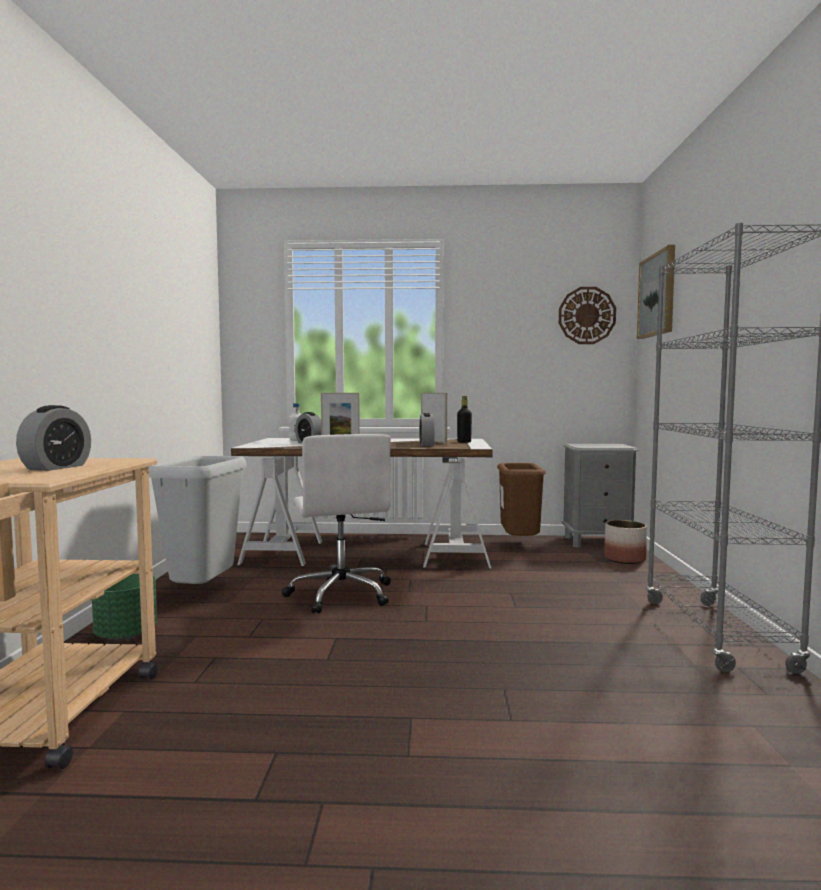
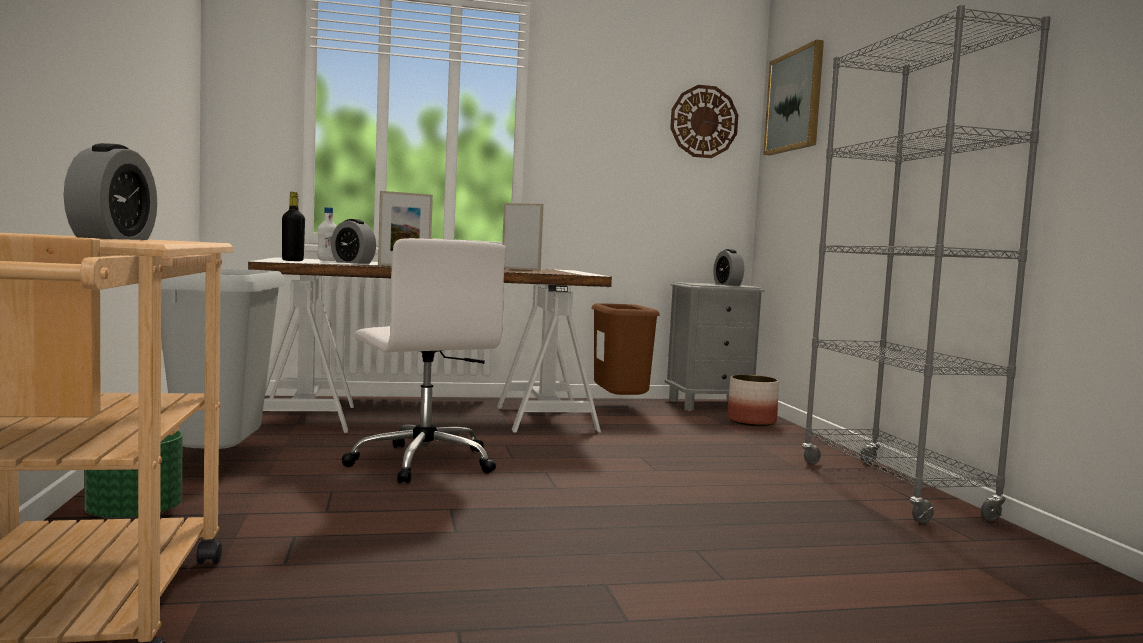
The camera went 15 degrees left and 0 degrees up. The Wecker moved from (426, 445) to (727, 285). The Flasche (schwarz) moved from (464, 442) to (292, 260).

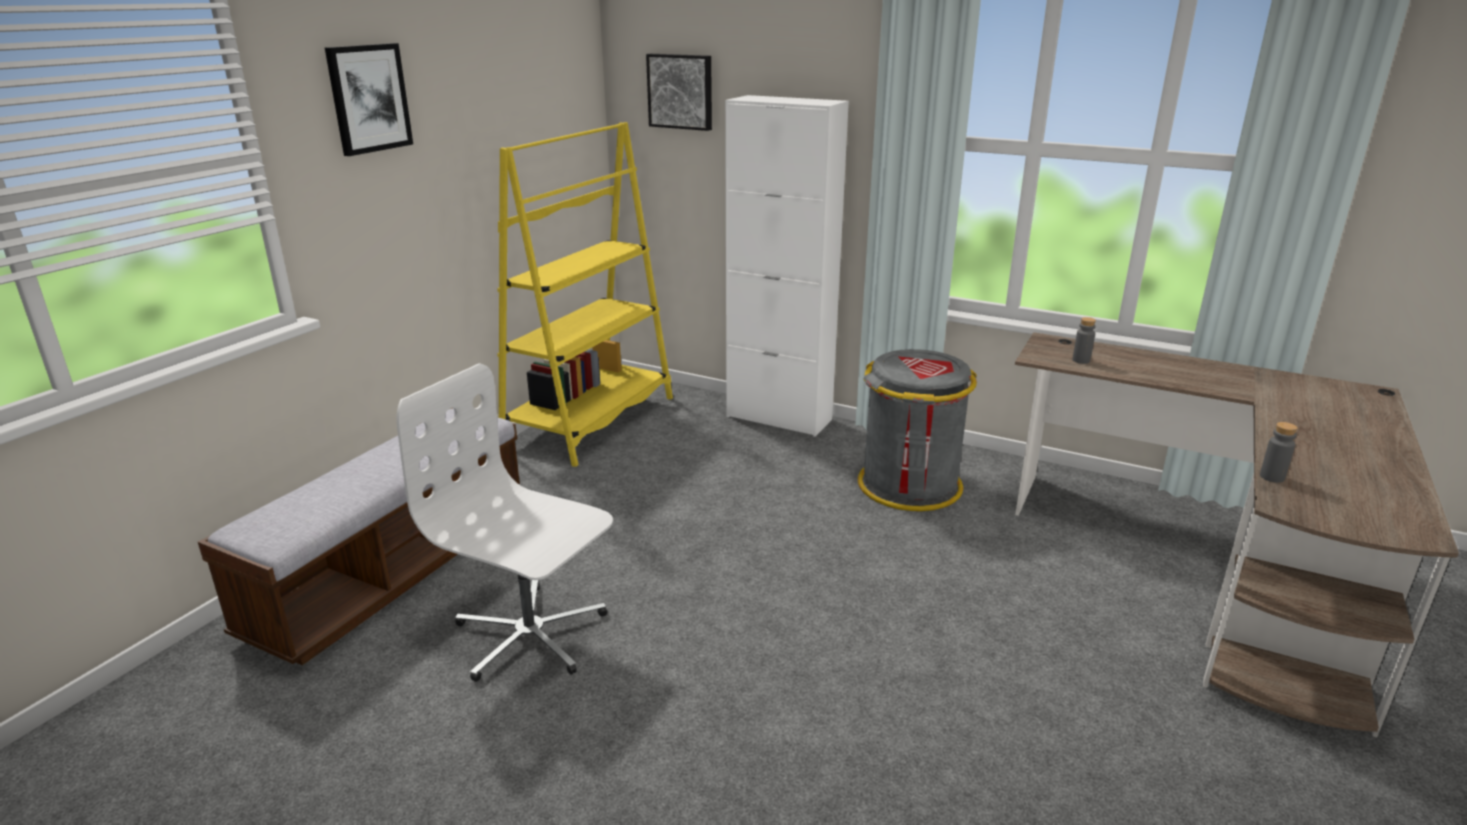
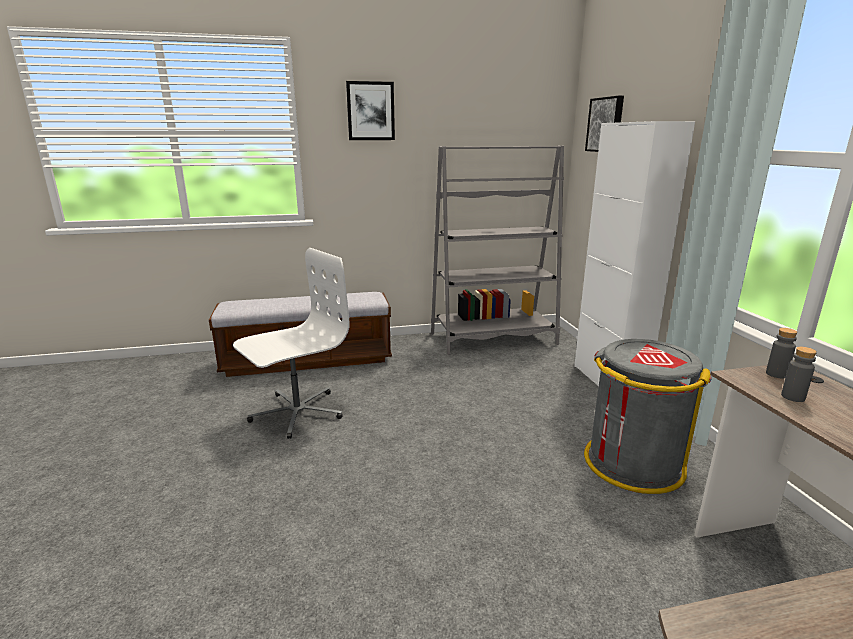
The camera went 50 degrees right and 5 degrees down. The Flasche (grau) moved from (1272, 477) to (776, 374). The Bücherregal (gelb) at (591, 422) became the Bücherregal (grau) at (493, 339). The Bürostuhl (weiß) at (530, 635) turned 60 degrees clockwise.

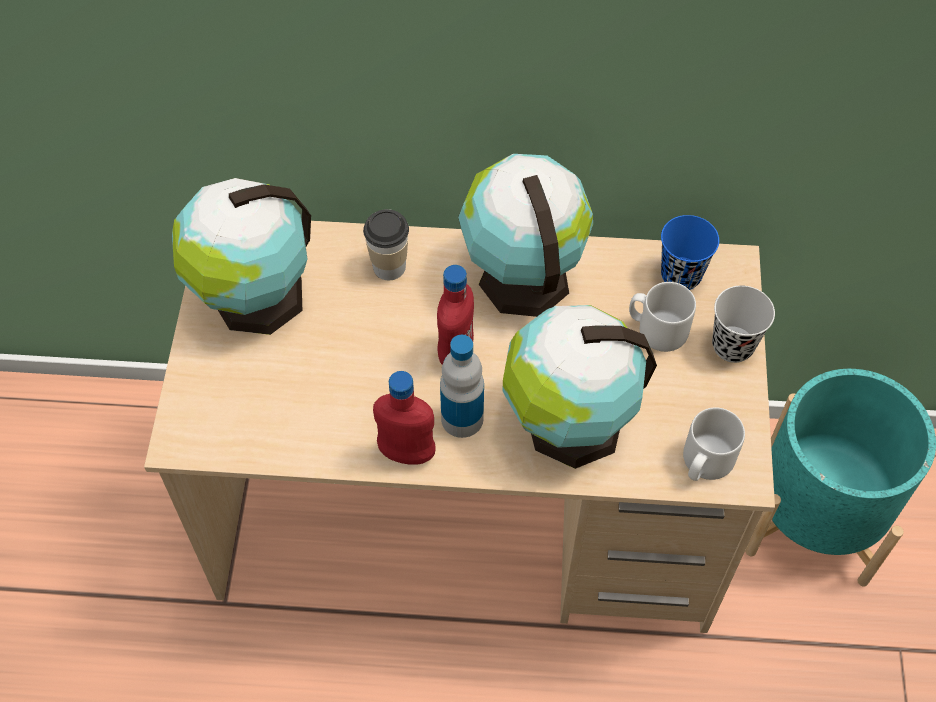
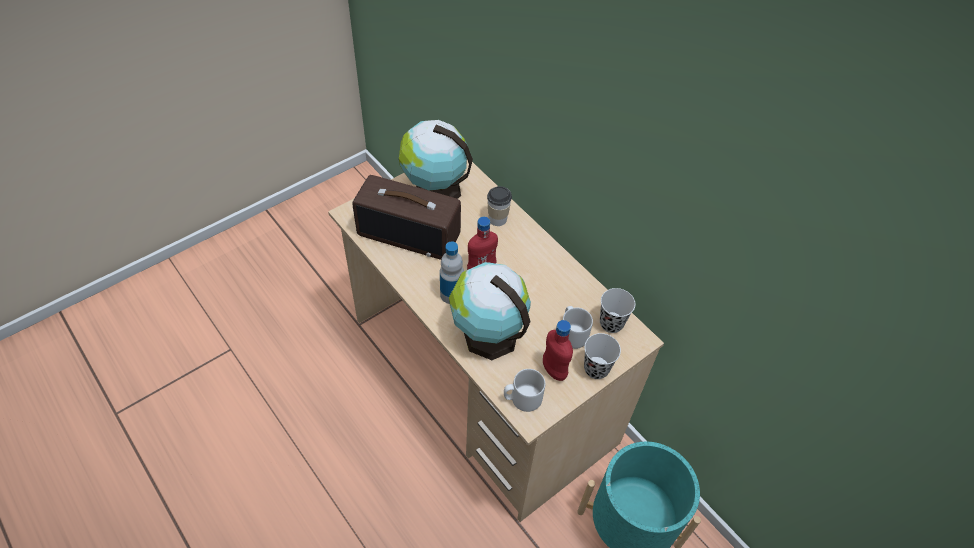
The camera went 45 degrees right and 5 degrees down. The Globus at (522, 276) disappeared. The Radio at (410, 234) appeared. The Flasche (rot) moved from (406, 453) to (554, 370). The Tasse (blau) at (681, 275) became the Tasse (schwarz) at (611, 323).

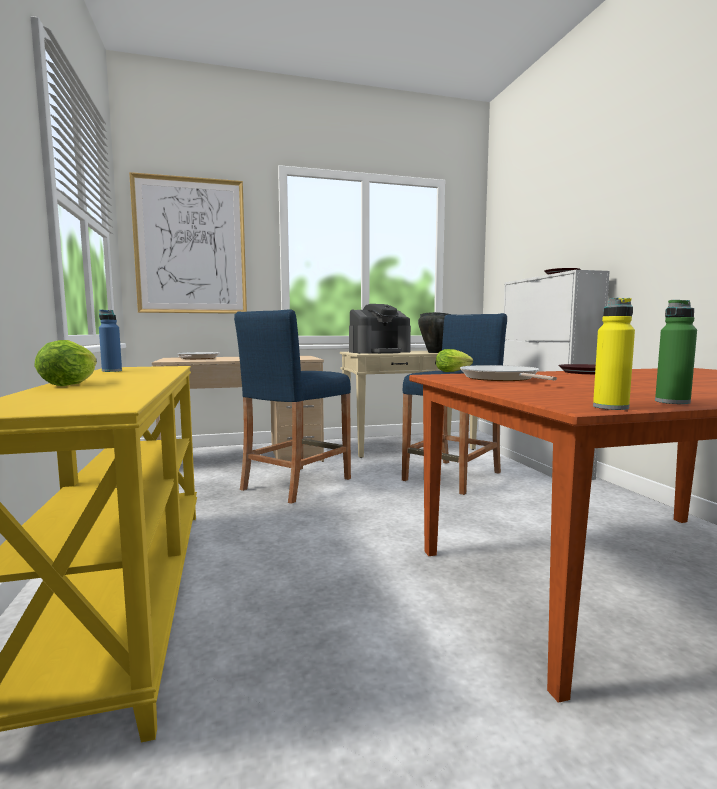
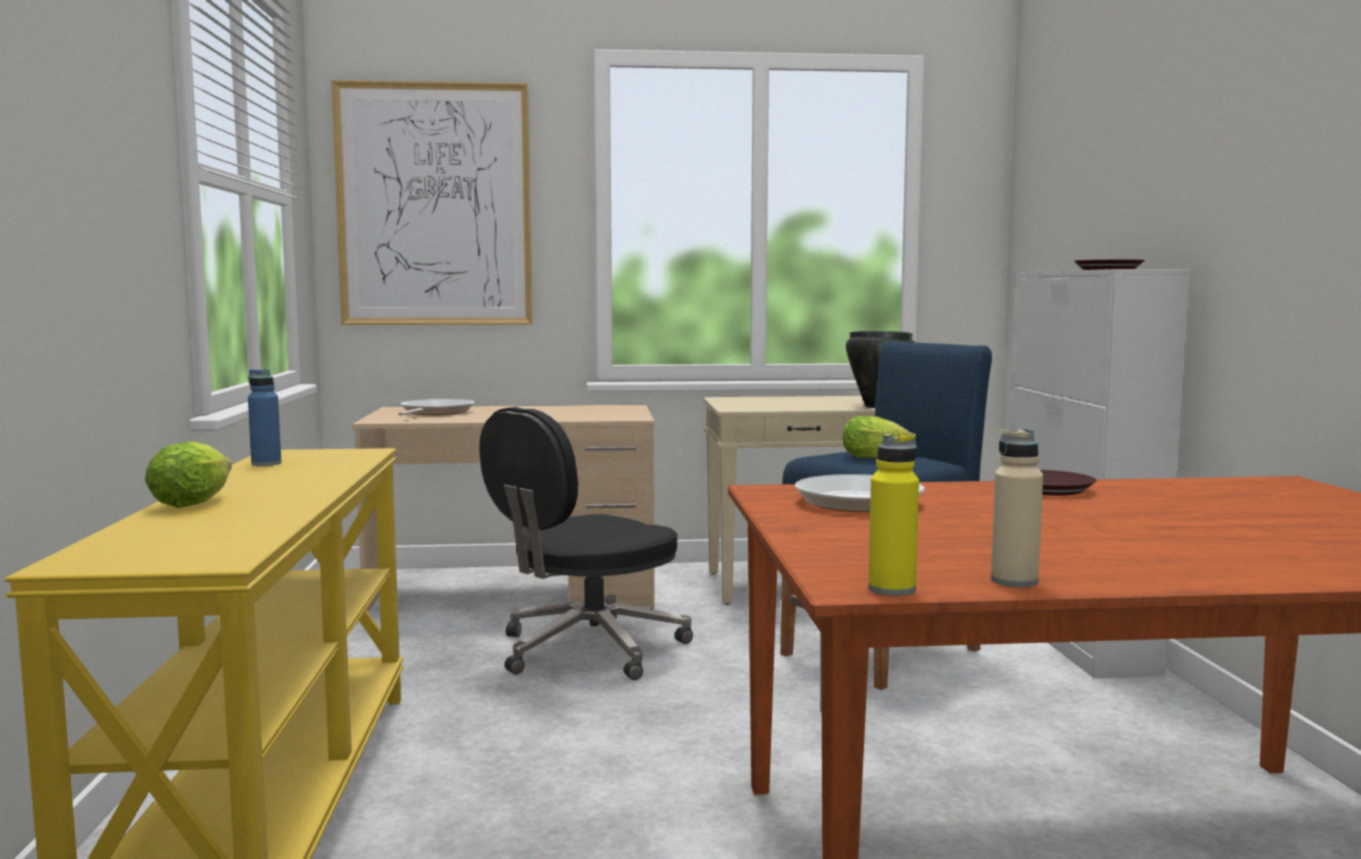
The camera went 10 degrees right and 0 degrees up. The Kaffeemaschine at (379, 352) disappeared. The Hocker (blau) at (296, 484) was replaced by the Bürostuhl (schwarz) at (588, 650). The Flasche (grün) at (672, 402) became the Flasche (beige) at (1014, 581).

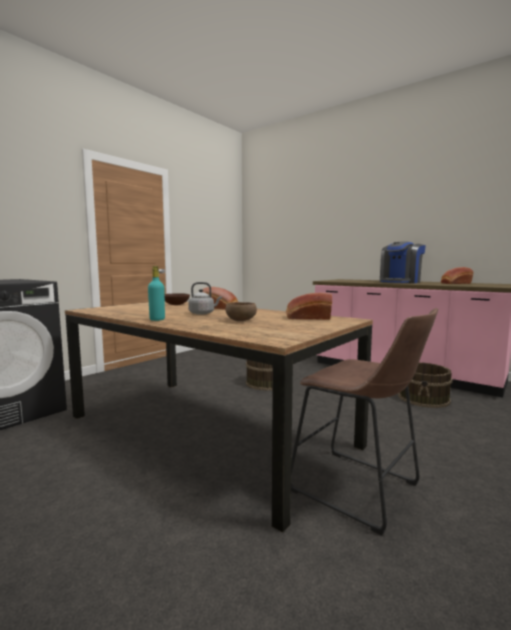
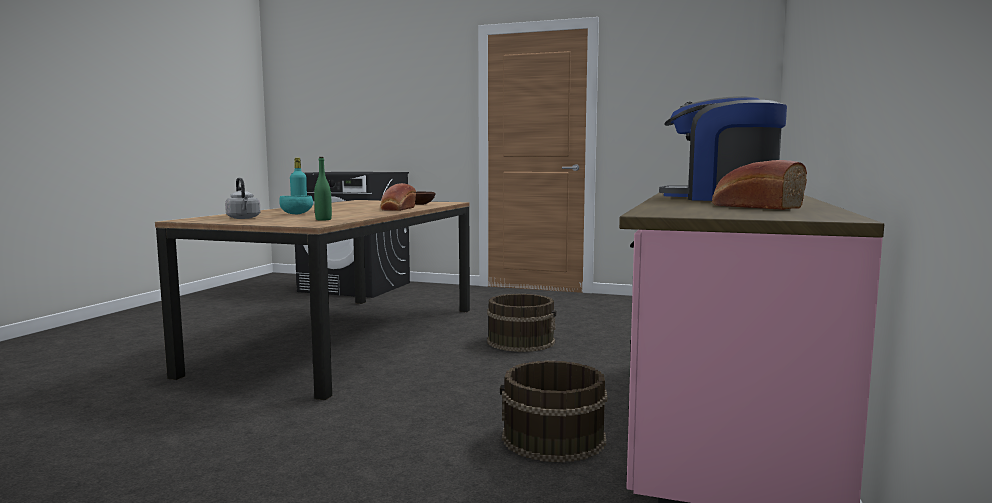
The camera went 70 degrees right and 0 degrees up. The Hocker (braun) at (360, 491) disappeared. The Wasserkessel (grau) moved from (203, 313) to (243, 218). The Brot at (307, 318) was replaced by the Flasche (grün) at (323, 219). The Schüssel (braun) at (240, 320) became the Schüssel (türkis) at (297, 214).

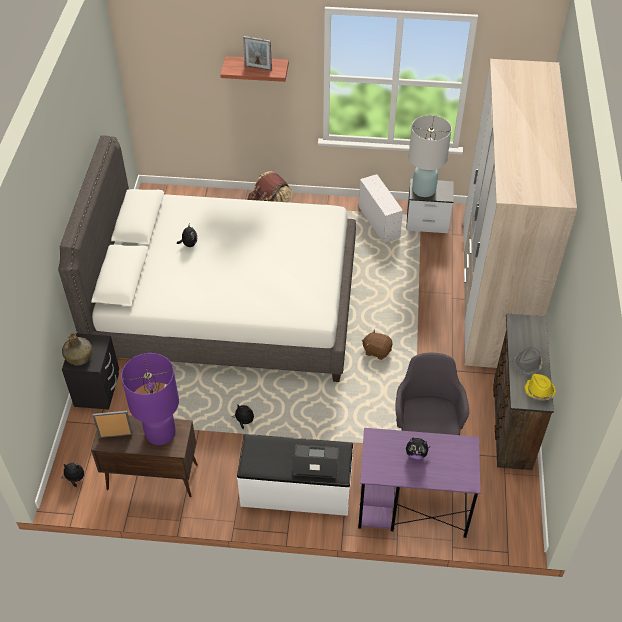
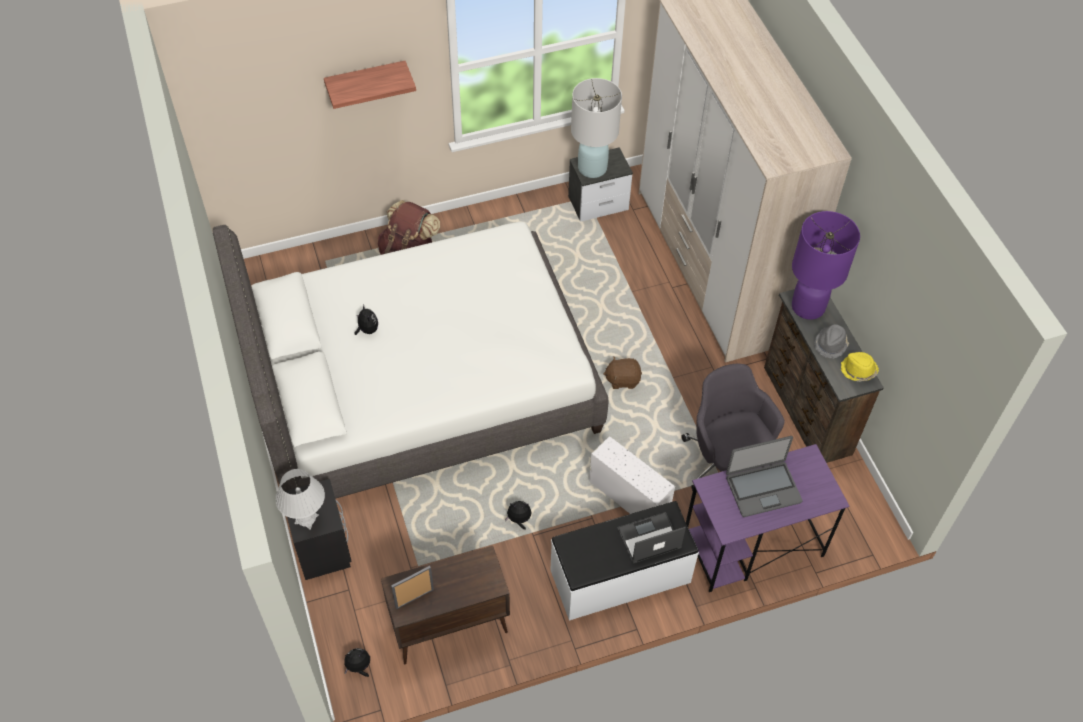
The camera went 25 degrees left and 5 degrees up. The Bilderrahmen at (258, 68) disappeared. The Tischlampe (lila) moved from (160, 433) to (807, 307). The Aufbewahrungsbox (weiß) moved from (378, 221) to (627, 496). The Flasche (grün) at (79, 357) was replaced by the Tischlampe (weiß) at (306, 519). The Plüschtier at (416, 454) was replaced by the Laptop at (762, 488).

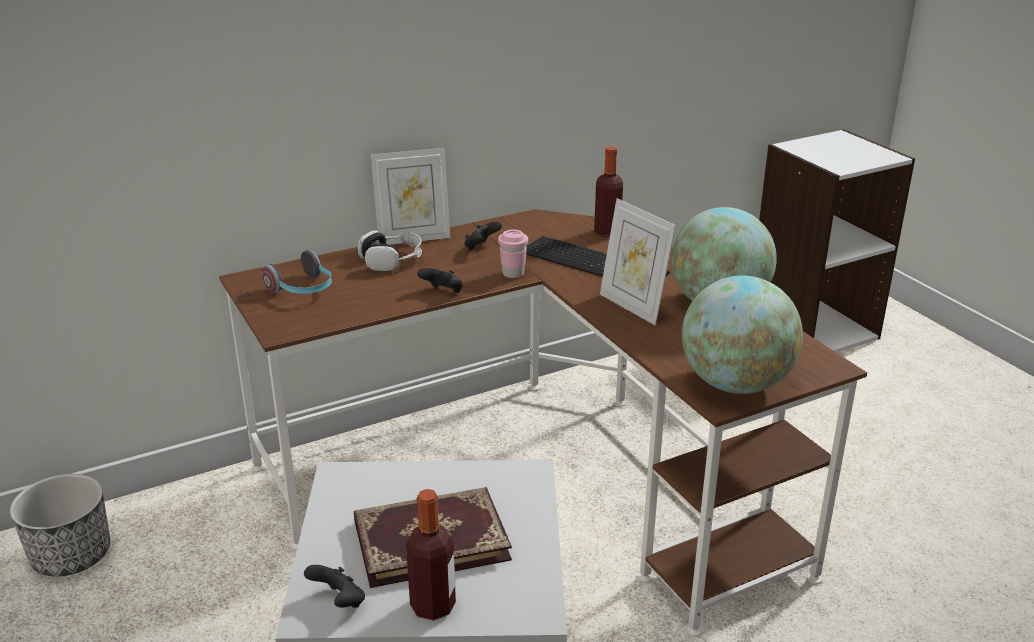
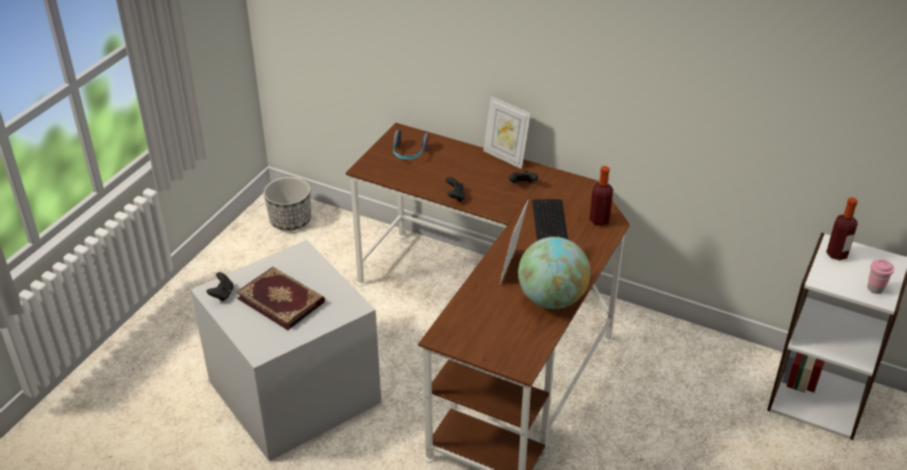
The camera went 55 degrees right and 10 degrees up. The Kopfhörer at (391, 260) disappeared. The Globus at (735, 384) disappeared. The Flasche moved from (433, 606) to (837, 254). The Tasse (rosa) moved from (513, 274) to (875, 289).

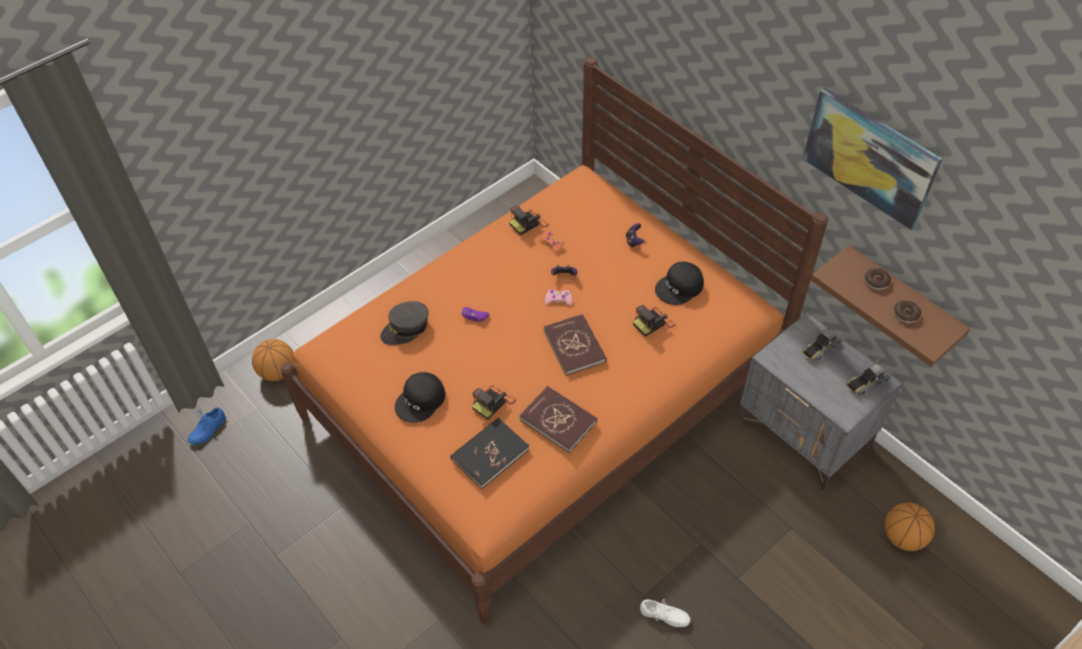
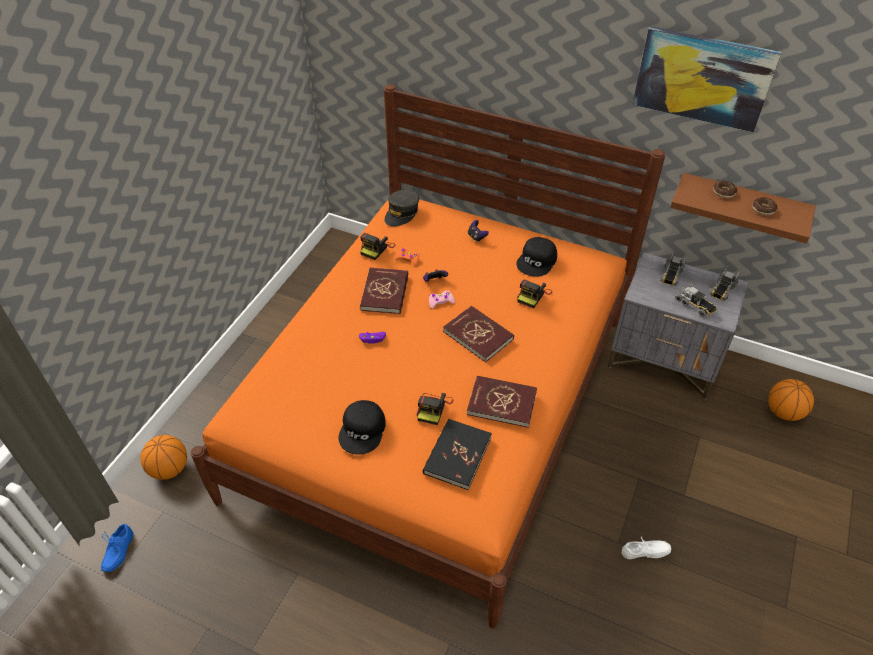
The camera went 25 degrees left and 5 degrees down. The Buch (rot) at (385, 292) appeared. The Spielzeuglaster at (695, 305) appeared. The Kappe (grau) moved from (406, 328) to (402, 213).

